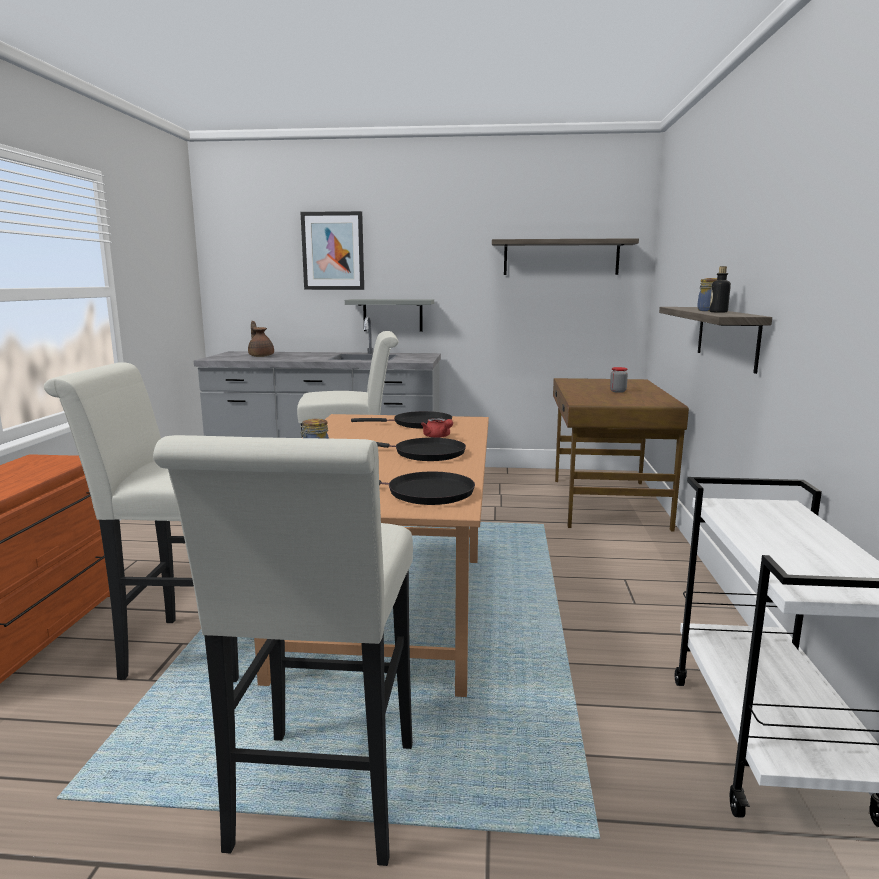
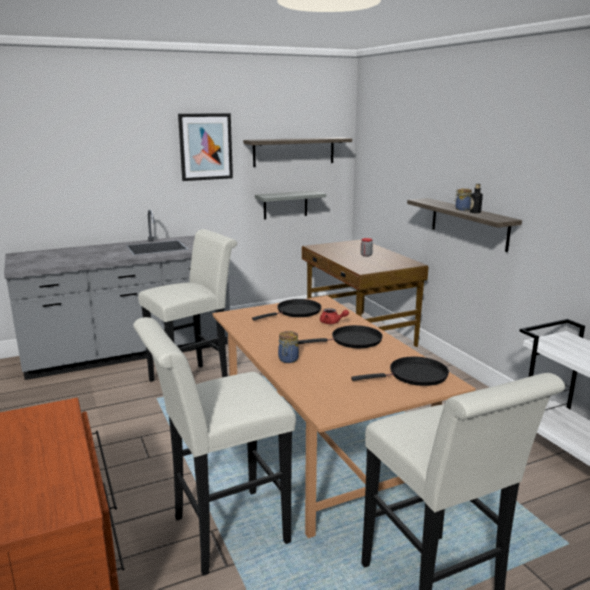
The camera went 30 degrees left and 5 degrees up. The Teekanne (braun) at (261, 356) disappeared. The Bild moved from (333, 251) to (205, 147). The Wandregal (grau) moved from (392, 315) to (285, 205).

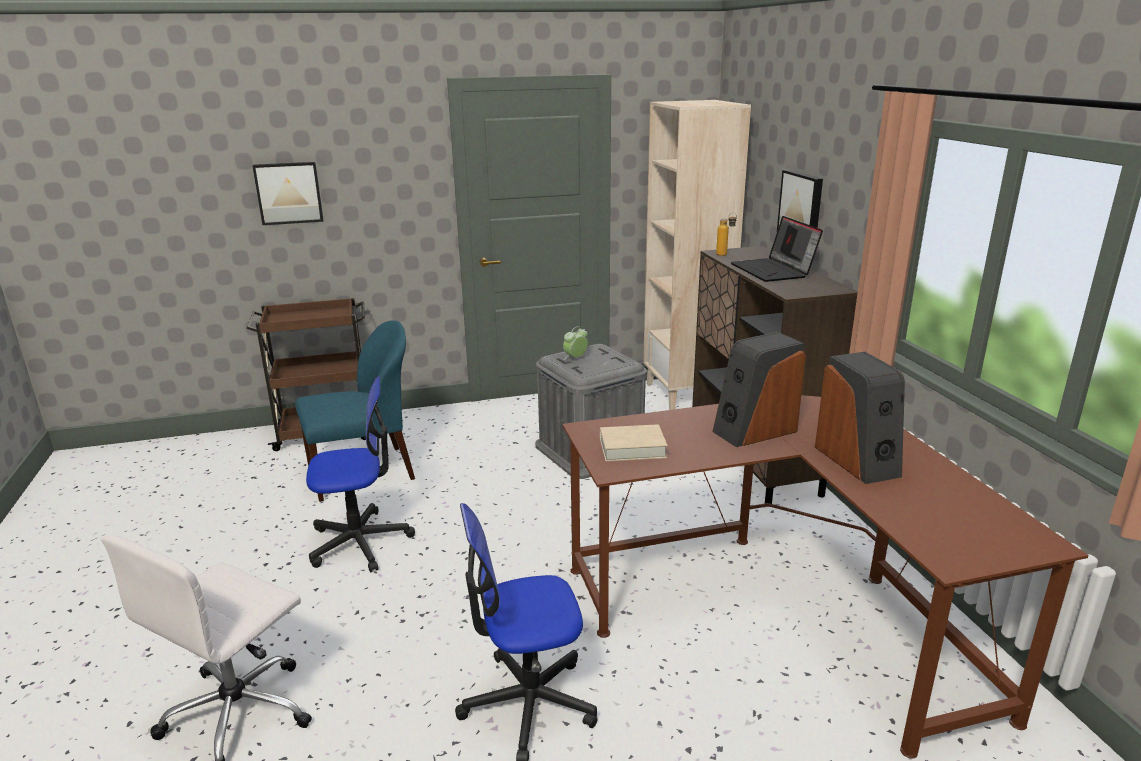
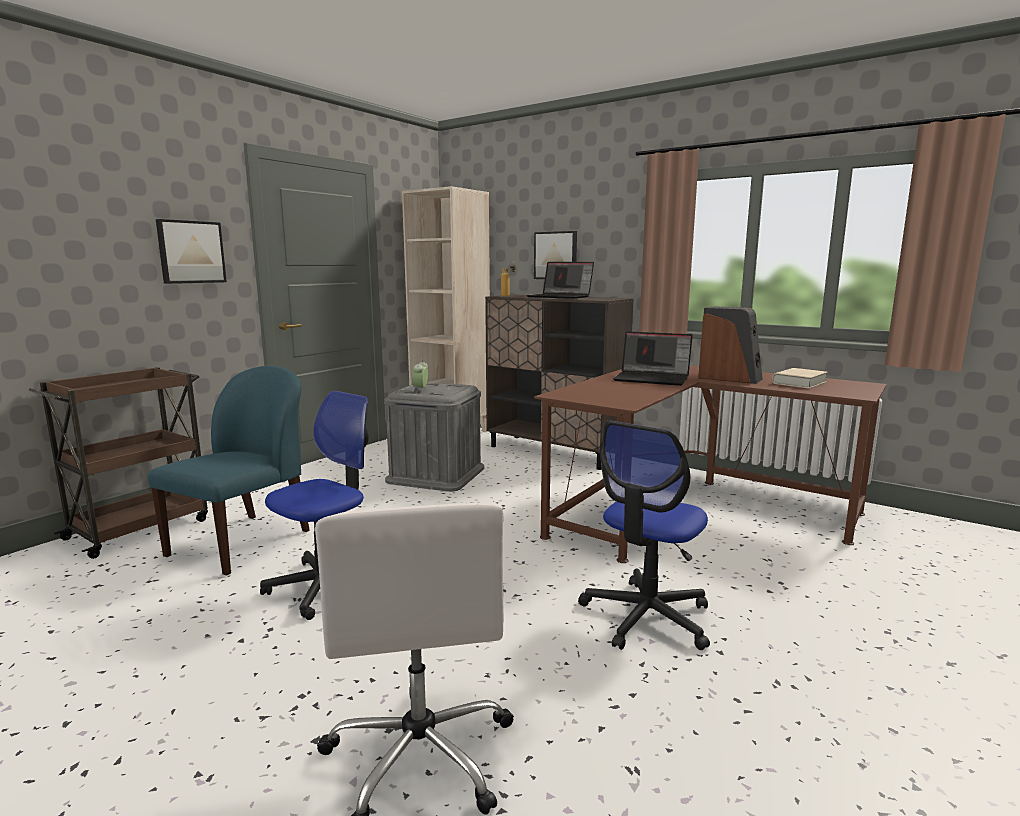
The camera went 40 degrees left and 10 degrees down. The Bild moved from (289, 193) to (190, 252). The Buch (beige) moved from (632, 448) to (799, 383). The Lautsprecher at (754, 431) was replaced by the Laptop at (653, 379).

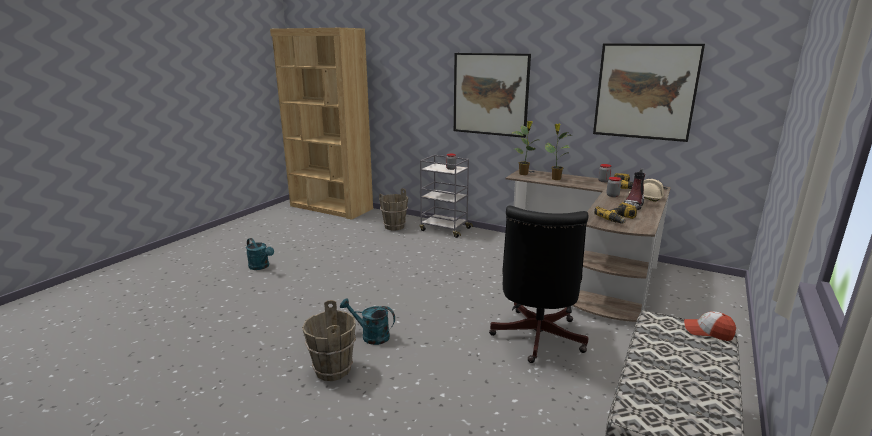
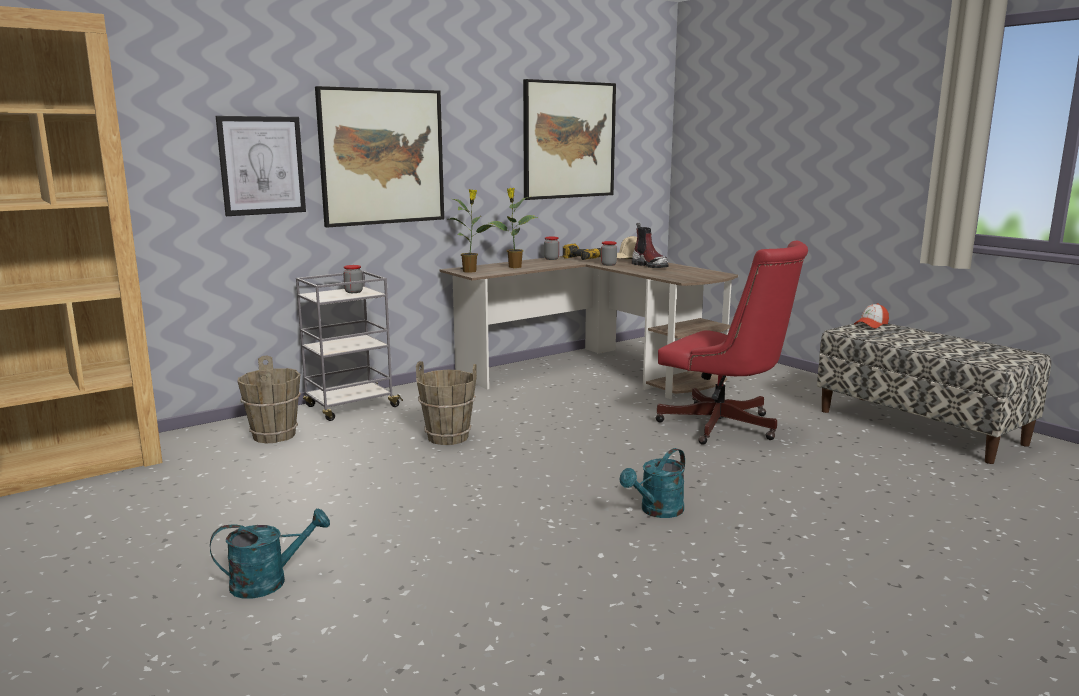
The camera went 65 degrees left and 5 degrees down. The Bohrmaschine at (618, 219) disappeared. The Bild at (262, 165) appeared. The Eimer (braun) moved from (332, 370) to (448, 437). The Bürostuhl (schwarz) at (536, 339) became the Bürostuhl (rot) at (725, 427).

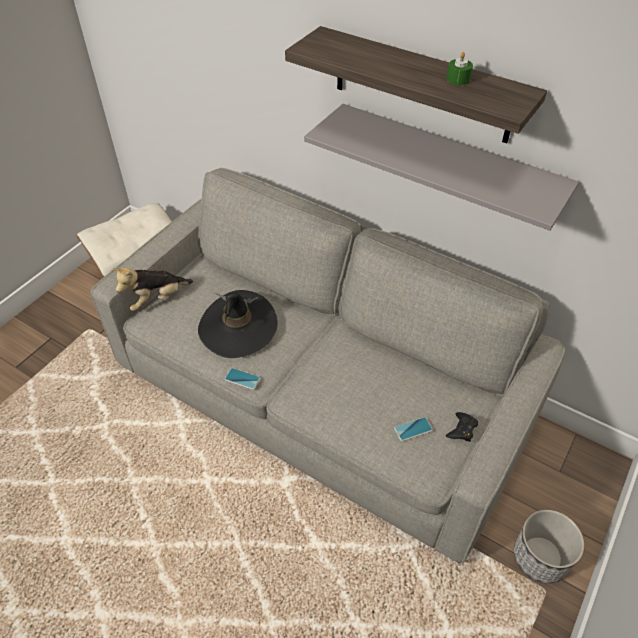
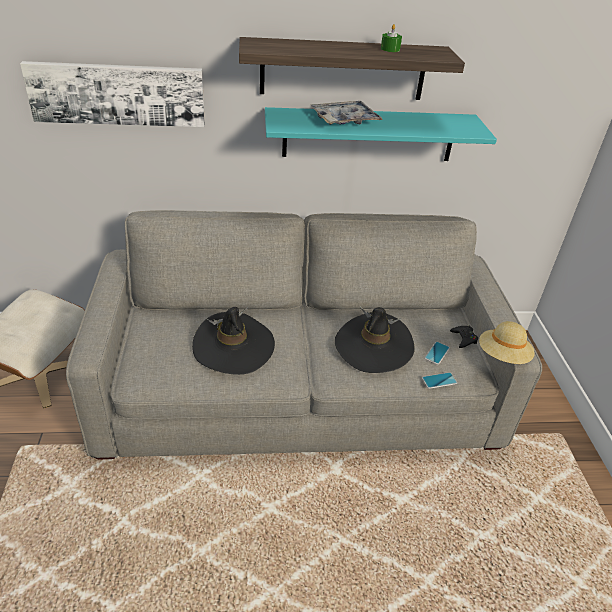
The camera went 40 degrees left and 10 degrees down. The Plüschtier at (156, 299) disappeared. The Pflanzkübel at (540, 558) disappeared. The Bild at (117, 94) appeared. The Tablett at (344, 120) appeared. The Hut (schwarz) at (373, 346) appeared. The Hut (beige) at (502, 356) appeared. The Handy moved from (242, 379) to (439, 381). The Wandregal (grau) at (448, 164) became the Wandregal (türkis) at (369, 135).

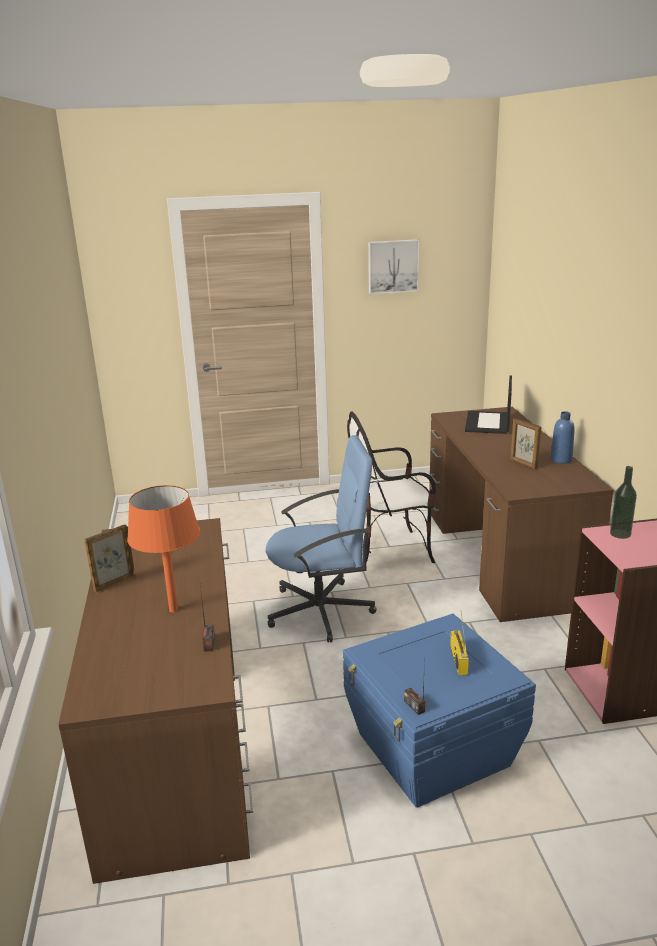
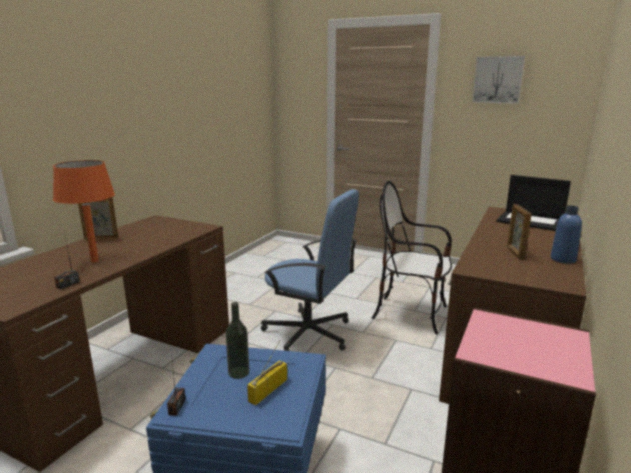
The camera went 35 degrees right and 5 degrees down. The Flasche moved from (620, 534) to (238, 372). The Laptop at (488, 423) turned 105 degrees counterclockwise.

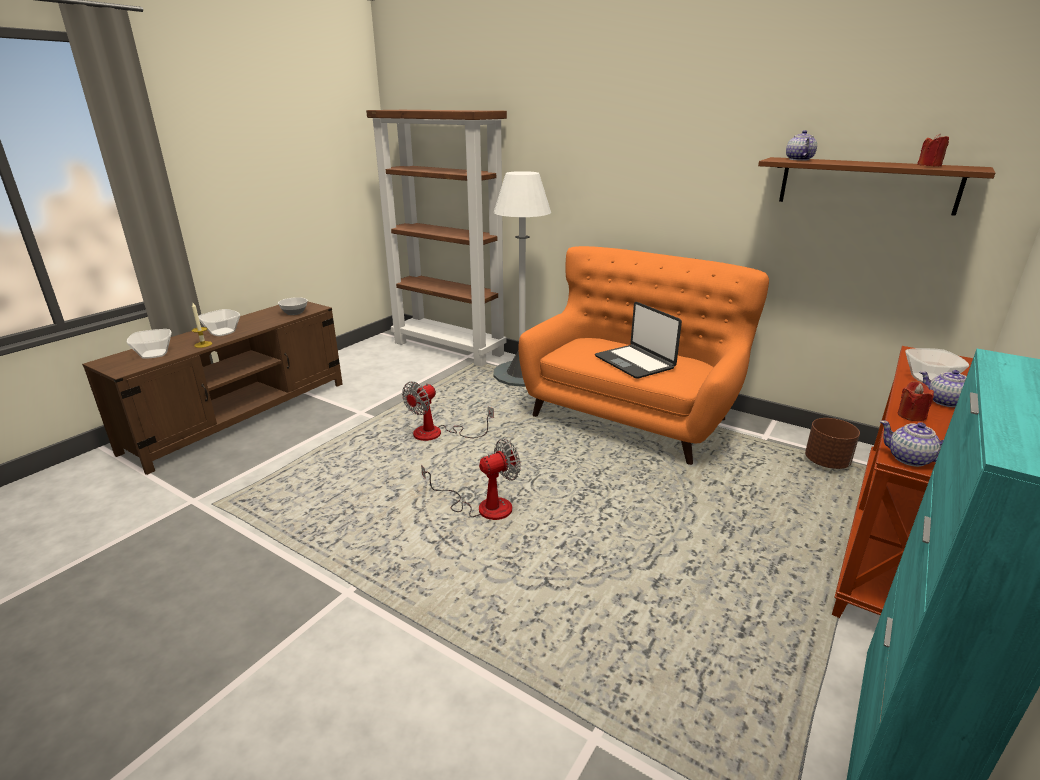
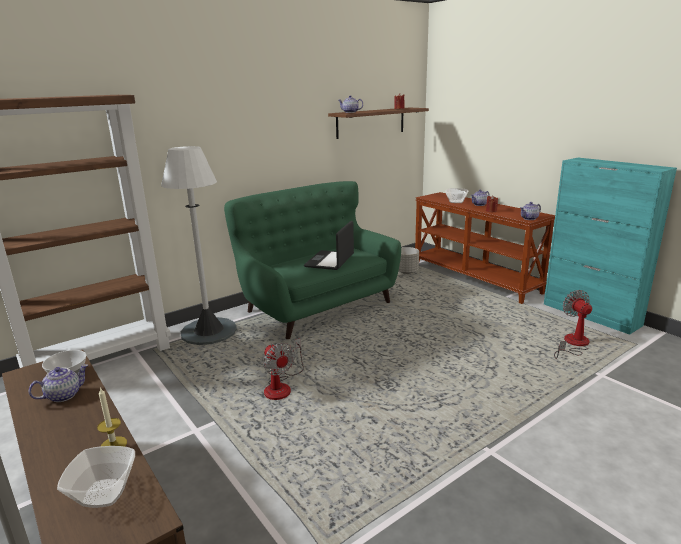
The camera went 70 degrees left and 5 degrees down. The Schüssel at (223, 332) disappeared. The Teekanne at (64, 395) appeared. The Ventilator moved from (483, 506) to (573, 344). The Sofa (orange) at (631, 415) became the Sofa (grün) at (317, 305). The Pflanzkübel (braun) at (826, 462) became the Pflanzkübel (grau) at (406, 271). The Laptop at (635, 362) turned 120 degrees clockwise.

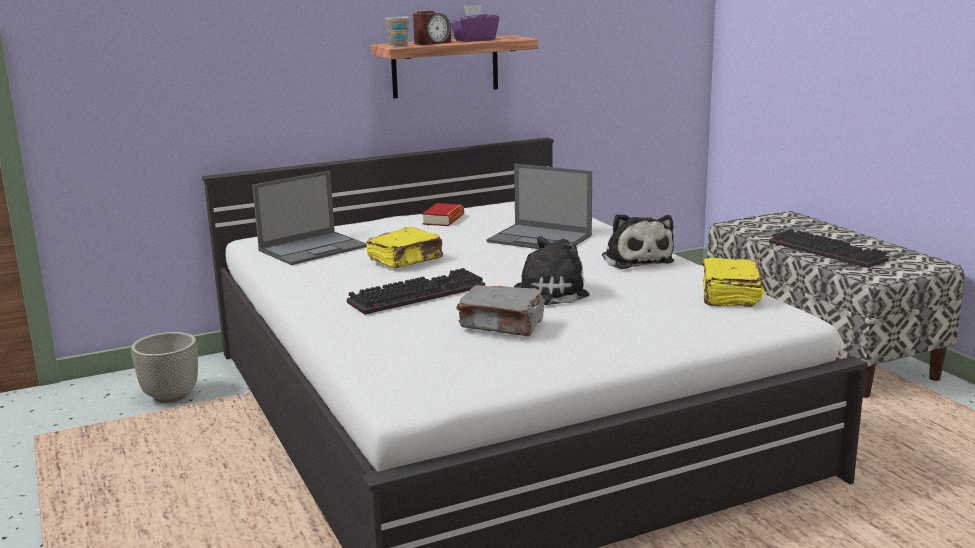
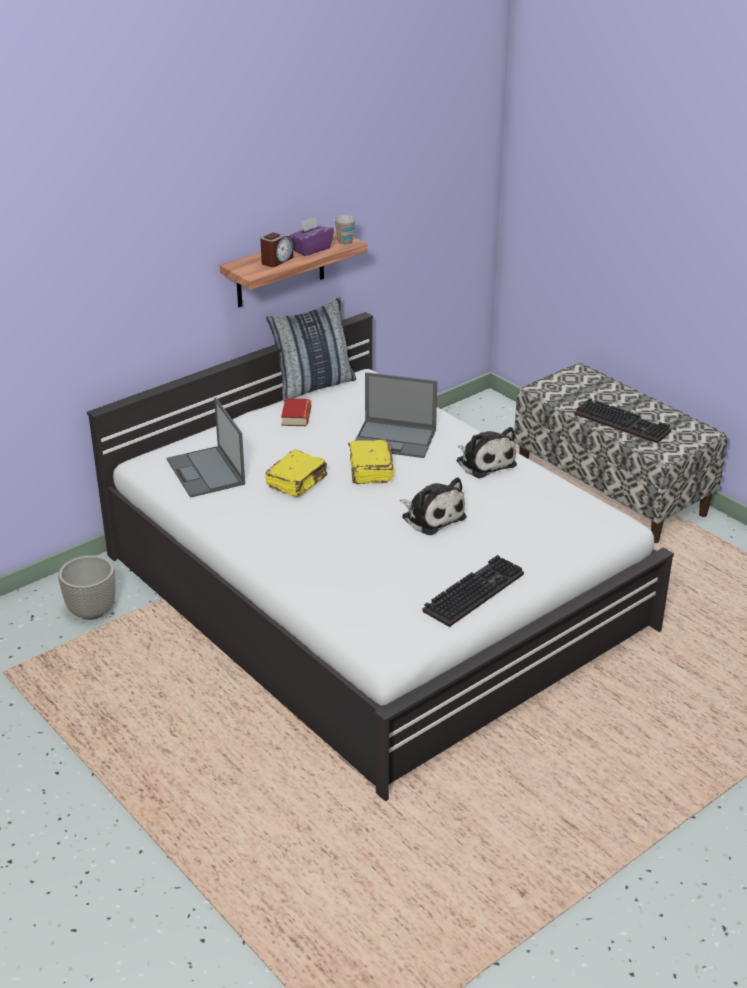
The camera went 15 degrees left and 15 degrees up. The Buch (grau) at (502, 325) disappeared. The Kissen at (314, 386) appeared. The Tastatur moved from (418, 294) to (473, 591). The Tasse moved from (398, 46) to (345, 242). The Buch (gelb) moved from (729, 296) to (370, 471). The Laptop at (314, 248) turned 120 degrees clockwise. The Plüschtier at (545, 293) turned 90 degrees clockwise.

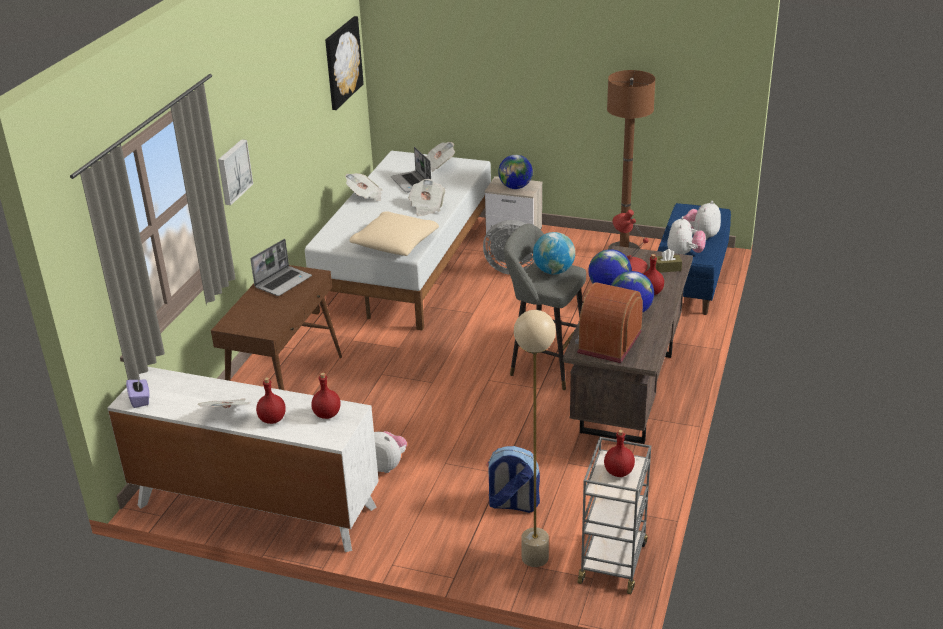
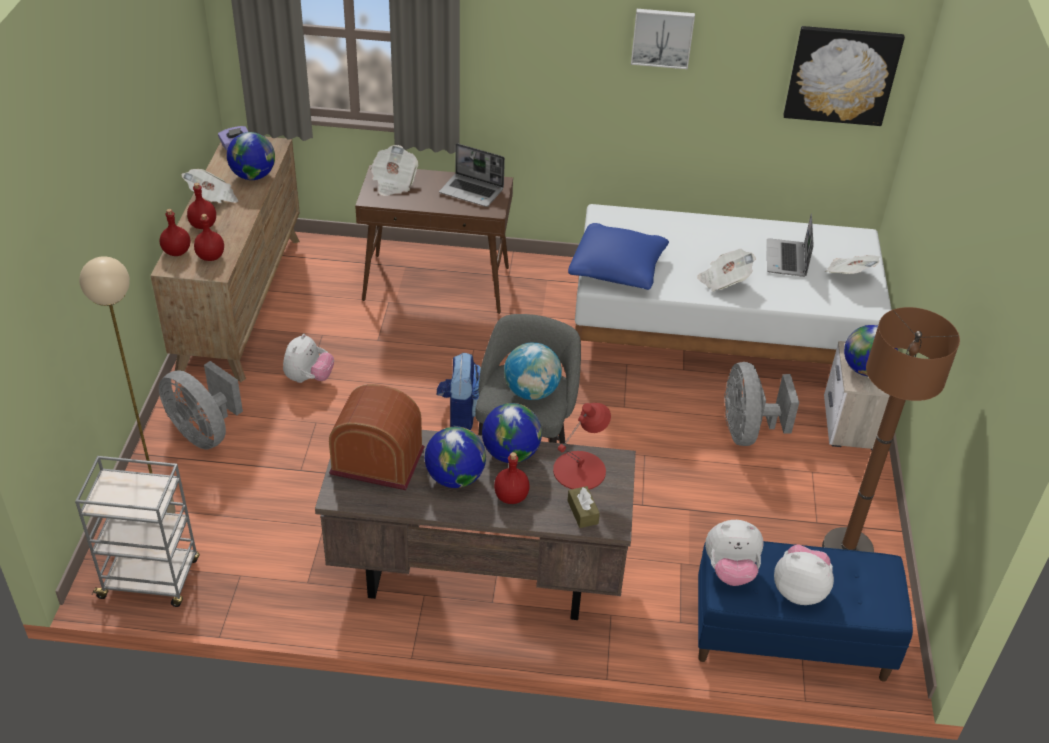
The camera went 75 degrees right and 10 degrees up. The Ventilator (grau) at (204, 432) appeared. The Globus at (253, 176) appeared. The Bild moved from (233, 171) to (662, 37). The Zeitung moved from (365, 196) to (393, 182). The Rucksack moved from (512, 504) to (461, 414). The Flasche (rot) moved from (618, 472) to (176, 251). The Kommode (weiß) at (255, 506) became the Kommode (braun) at (241, 302). The Kissen (beige) at (395, 244) became the Kissen (blau) at (617, 269). The Laptop at (412, 183) turned 45 degrees counterclockwise.

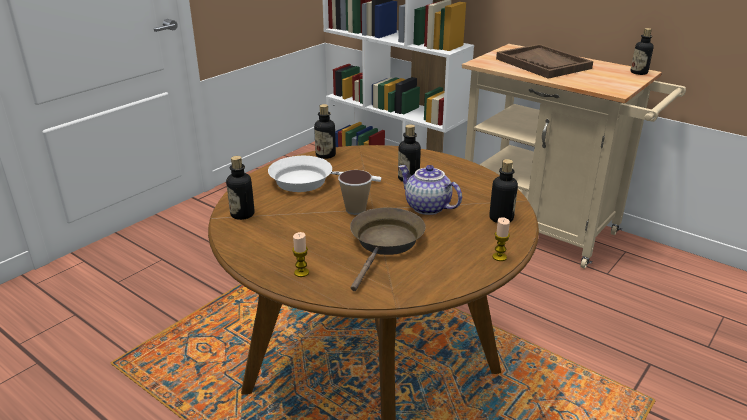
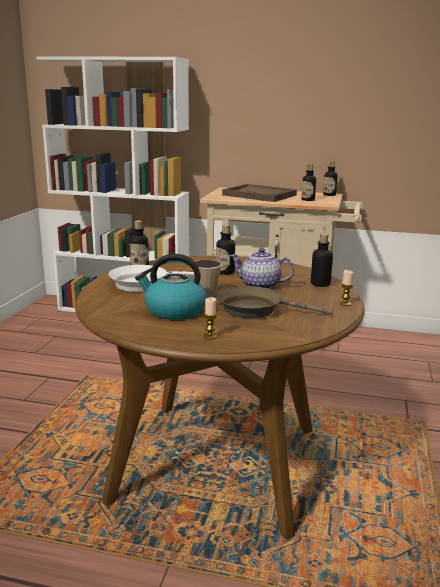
The camera went 25 degrees left and 10 degrees down. The Wasserkessel at (174, 311) appeared. The Flasche moved from (242, 214) to (308, 200). The Pfanne (braun) at (385, 244) turned 75 degrees counterclockwise.

